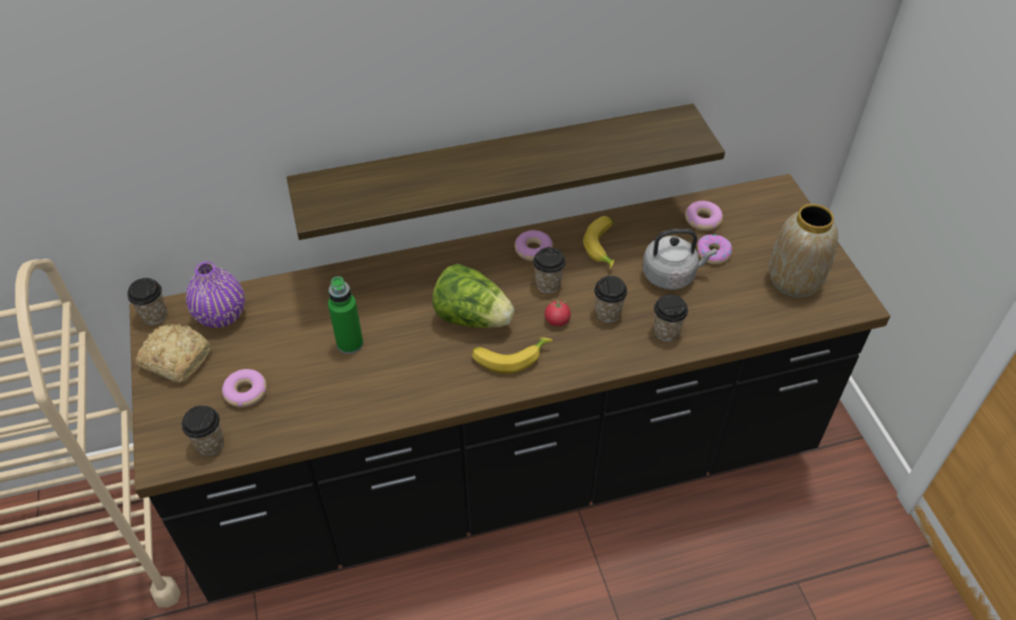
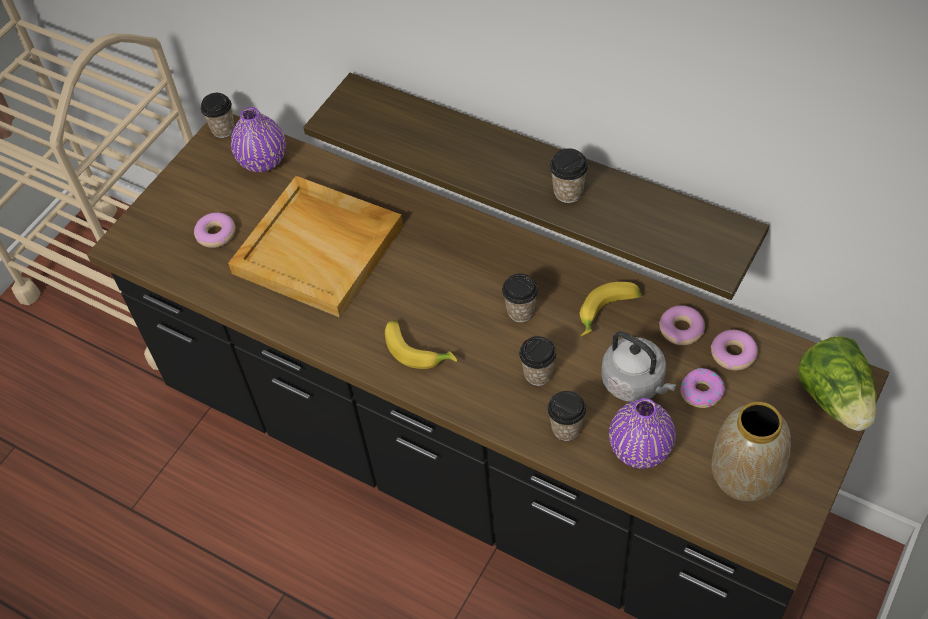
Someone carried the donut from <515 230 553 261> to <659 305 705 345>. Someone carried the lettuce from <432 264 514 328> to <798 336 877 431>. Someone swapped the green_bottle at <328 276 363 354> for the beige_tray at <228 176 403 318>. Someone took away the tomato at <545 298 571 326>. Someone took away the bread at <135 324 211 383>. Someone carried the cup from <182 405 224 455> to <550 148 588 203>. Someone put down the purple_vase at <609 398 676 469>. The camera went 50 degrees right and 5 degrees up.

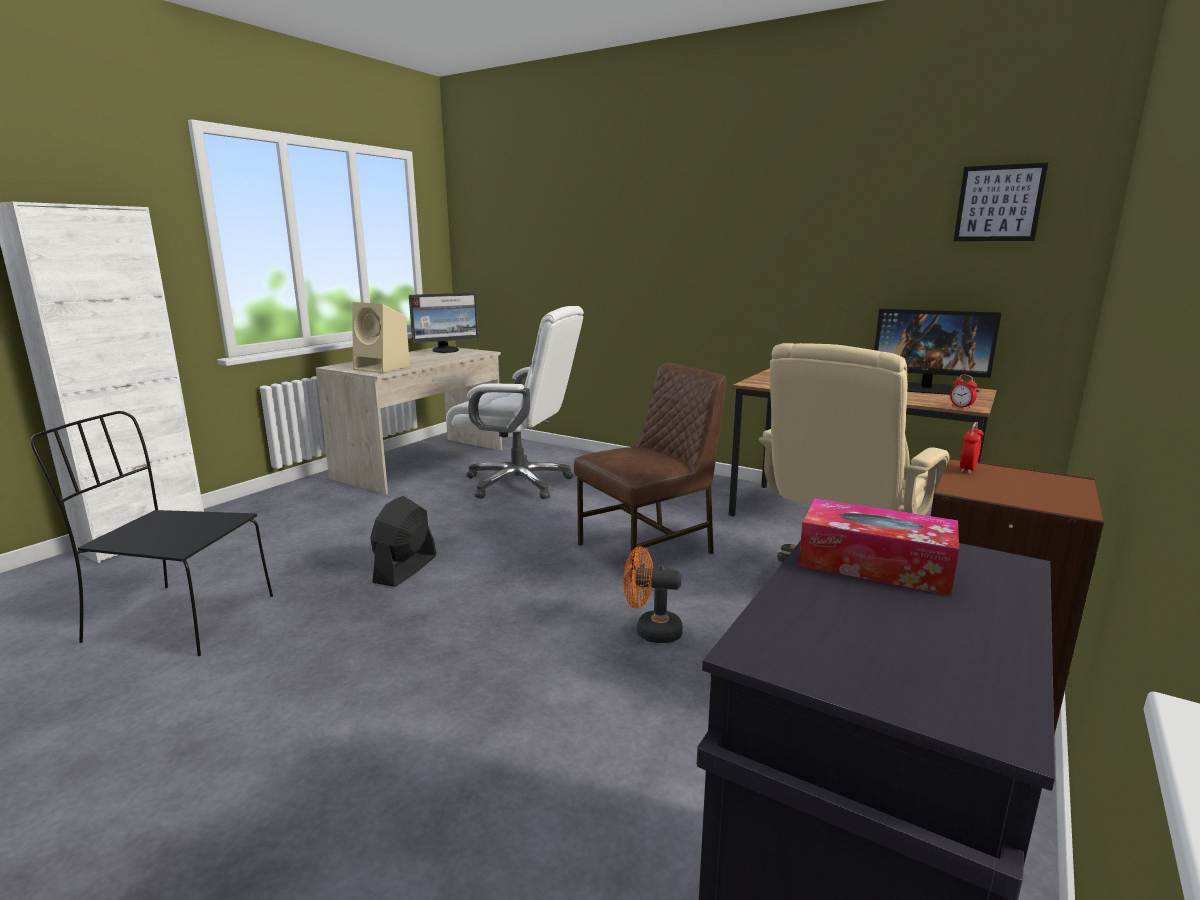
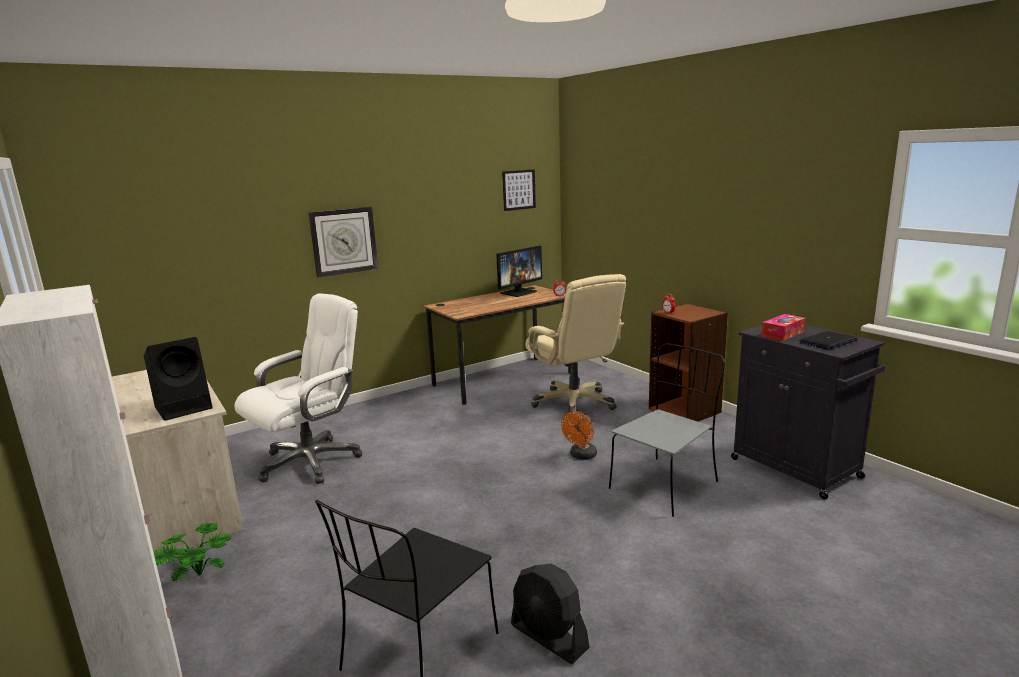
Someone took away the monitor at <409 293 478 353>. Someone repainted the beige_speaker at <352 302 410 373>, which became the black_speaker at <144 337 213 421>. Someone took away the brown_chair at <574 363 726 581>. Someone carried the black_fan from <370 496 437 587> to <511 564 590 664>. Someone put up the wall_clock at <308 207 378 277>. Someone put down the laptop at <799 331 858 350>. Someone put down the grey_chair at <609 343 725 517>. Someone put down the potted_plant at <154 523 232 582>. The camera went 65 degrees left and 0 degrees up.

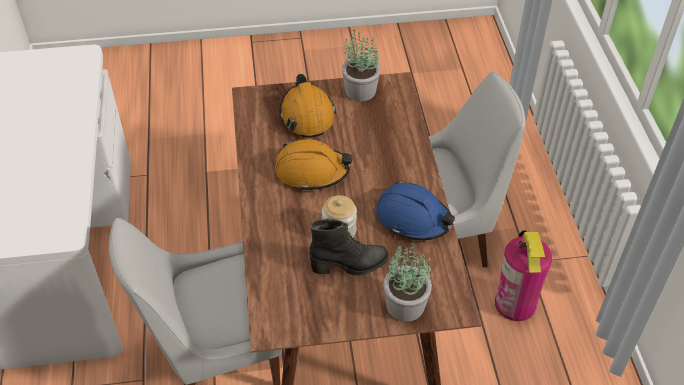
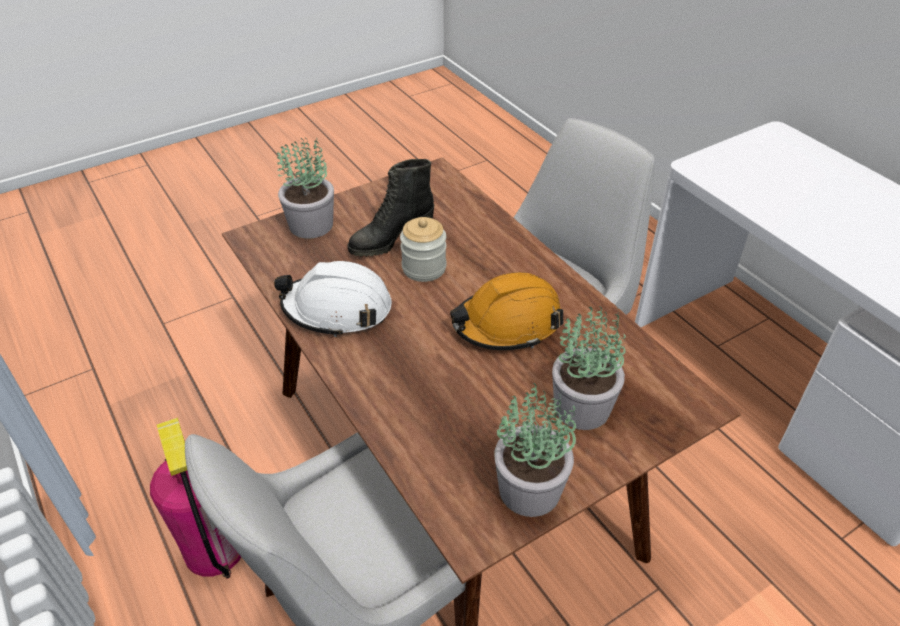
Someone swapped the orange_hard_hat at <280 74 336 138> for the potted_plant at <552 306 626 430>. Someone repainted the blue_hard_hat at <376 181 455 241>, which became the white_hard_hat at <274 261 392 337>. The camera went 155 degrees right and 5 degrees down.

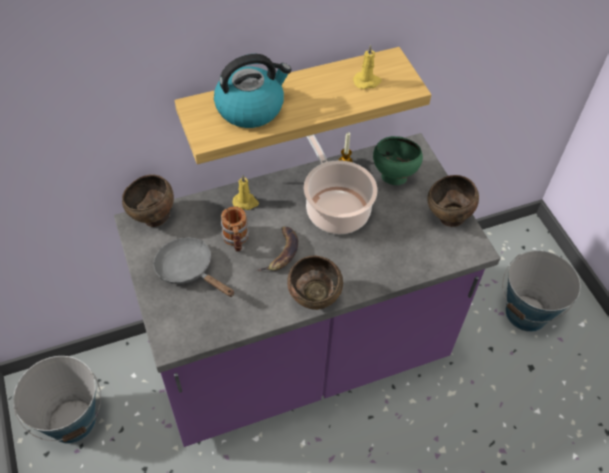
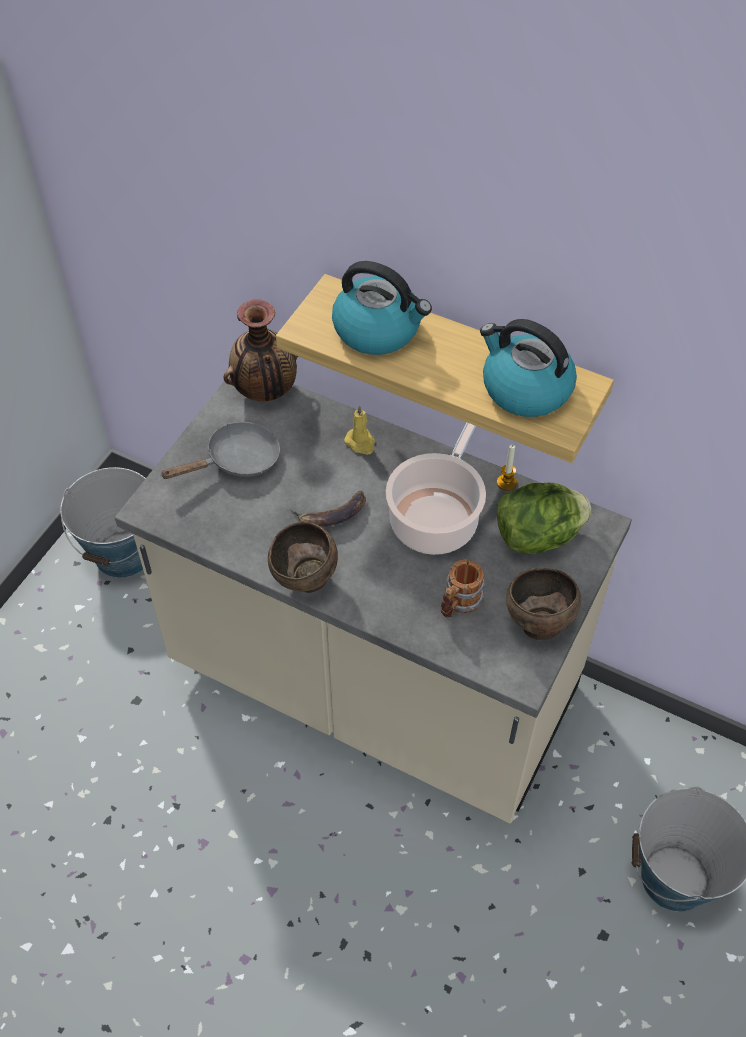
Someone swapped the yellow_candle at <353 45 382 89> for the kettle at <480 319 577 417>. Someone repainted the purple_counter at <114 133 500 447>, which became the beige_counter at <115 375 632 824>. Someone swapped the green_bowl at <373 136 423 185> for the lettuce at <497 483 592 554>. Someone swapped the brown_bowl at <122 174 174 227> for the vase at <224 300 298 401>. Someone carried the mug from <221 206 249 252> to <441 559 485 618>. Someone rotated the grey_frying_pan at <153 237 235 297> by 60 degrees clockwise. The camera went 50 degrees right and 0 degrees up.

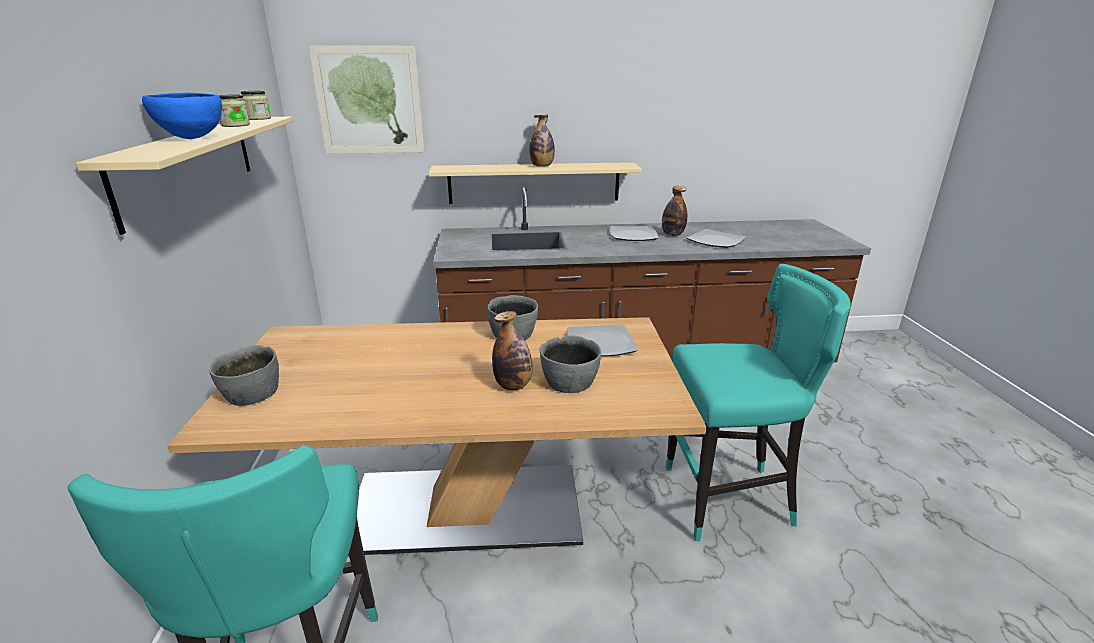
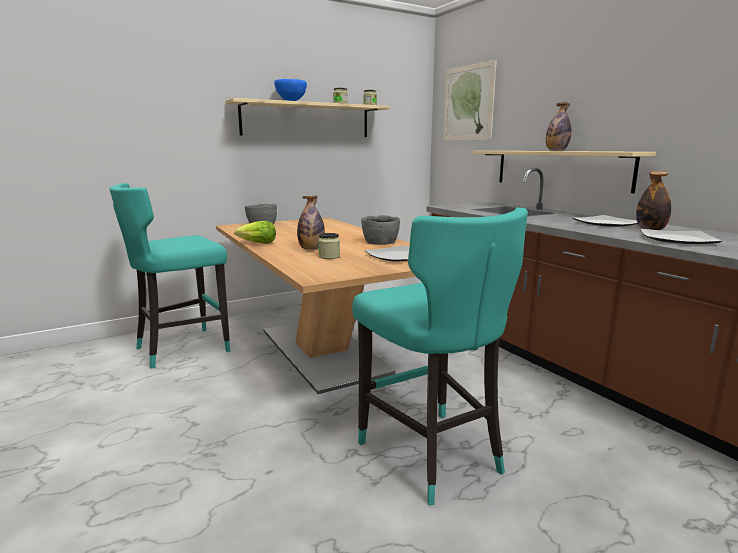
Someone swapped the grey_bowl at <539 335 602 393> for the jar at <318 233 340 259>. Someone put down the lettuce at <234 221 276 244>. The camera went 65 degrees right and 10 degrees down.

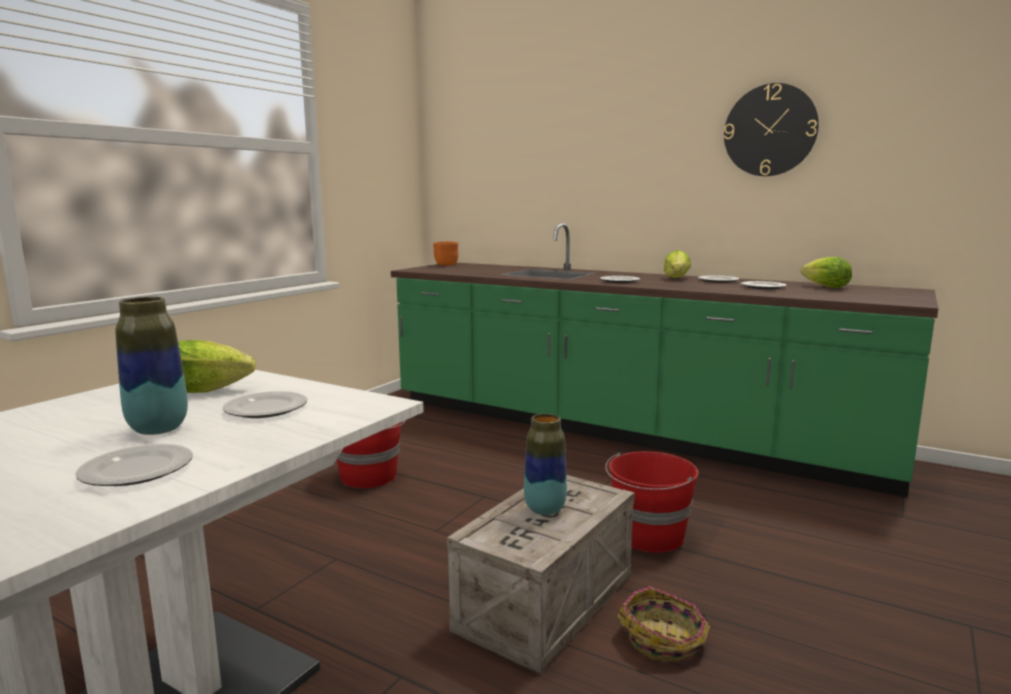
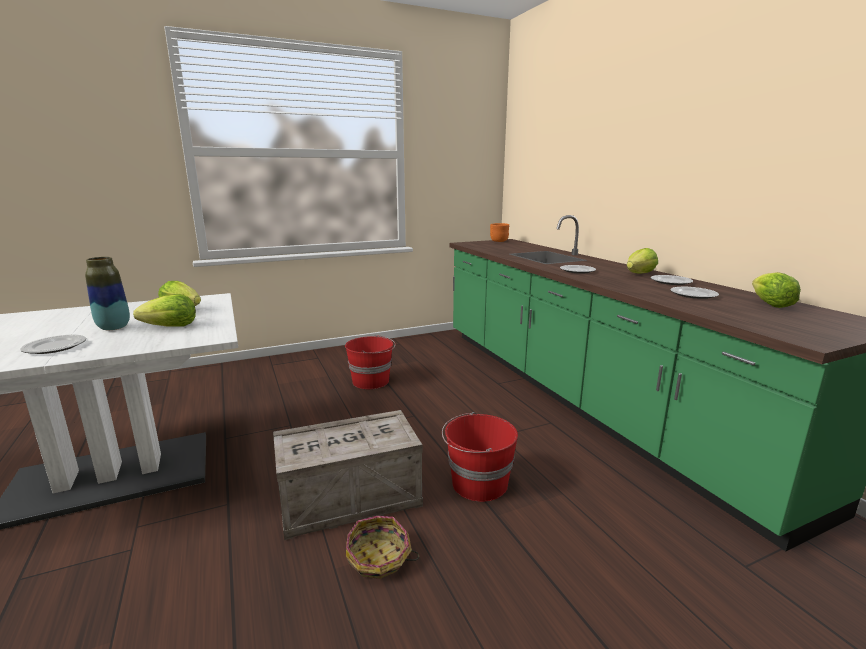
Someone took away the wall_clock at <724 83 819 176>. Someone swapped the plate at <222 391 307 418> for the lettuce at <133 294 196 327>. Someone took away the vase at <524 413 567 515>. The camera went 35 degrees right and 5 degrees up.

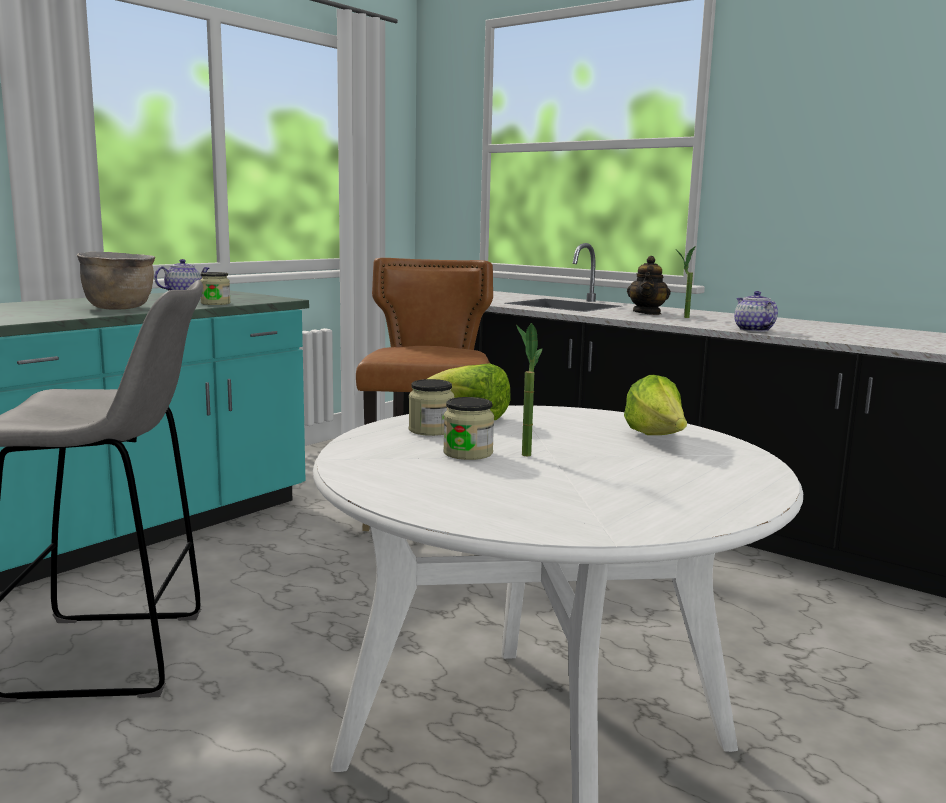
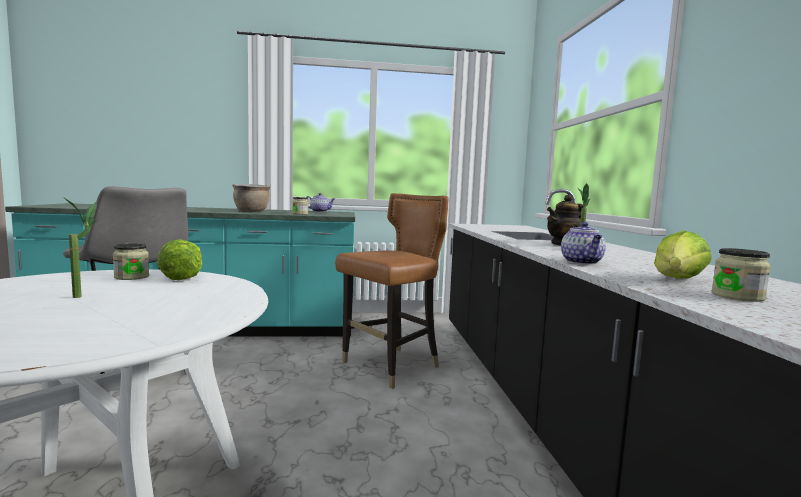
Someone rotated the teapot at <734 291 778 332> by 150 degrees clockwise. Someone carried the lettuce from <624 375 687 435> to <654 231 712 279>. Someone carried the jar from <443 397 494 460> to <712 248 771 302>. The camera went 45 degrees right and 5 degrees down.

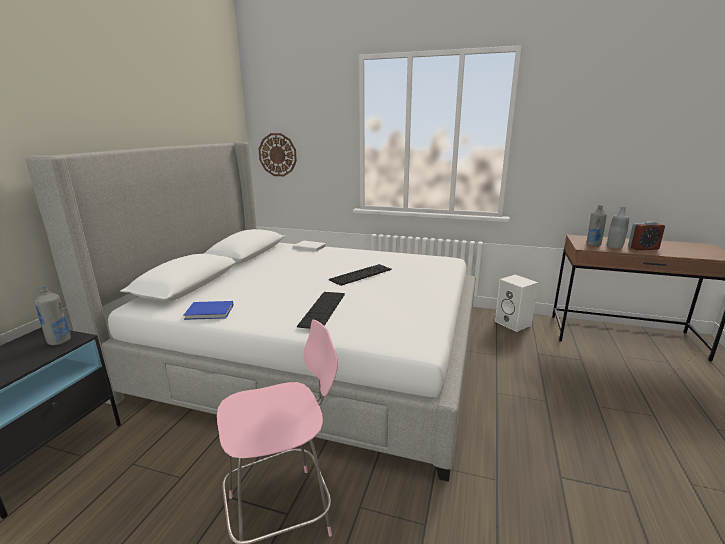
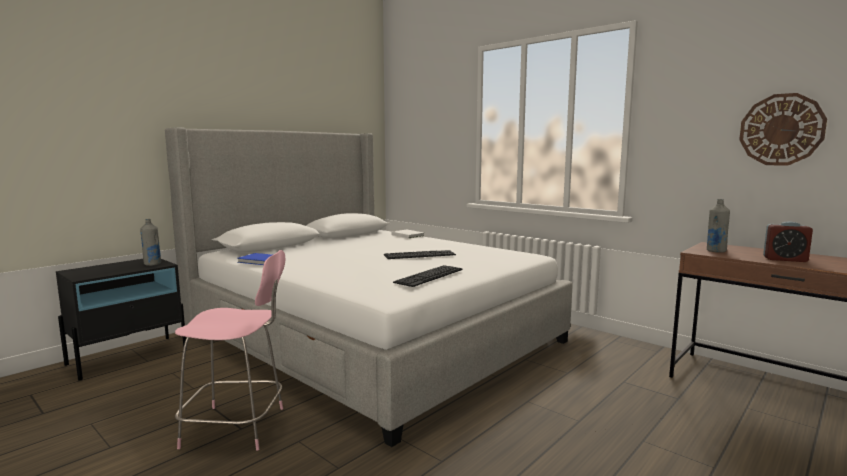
Someone carried the wall_clock from <259 133 297 176> to <739 93 827 166>. Someone took away the grey_bottle at <607 206 629 249>. Someone took away the white_speaker at <495 275 538 332>. Someone carried the keyboard from <297 292 345 329> to <393 265 463 287>. The camera went 25 degrees right and 10 degrees down.

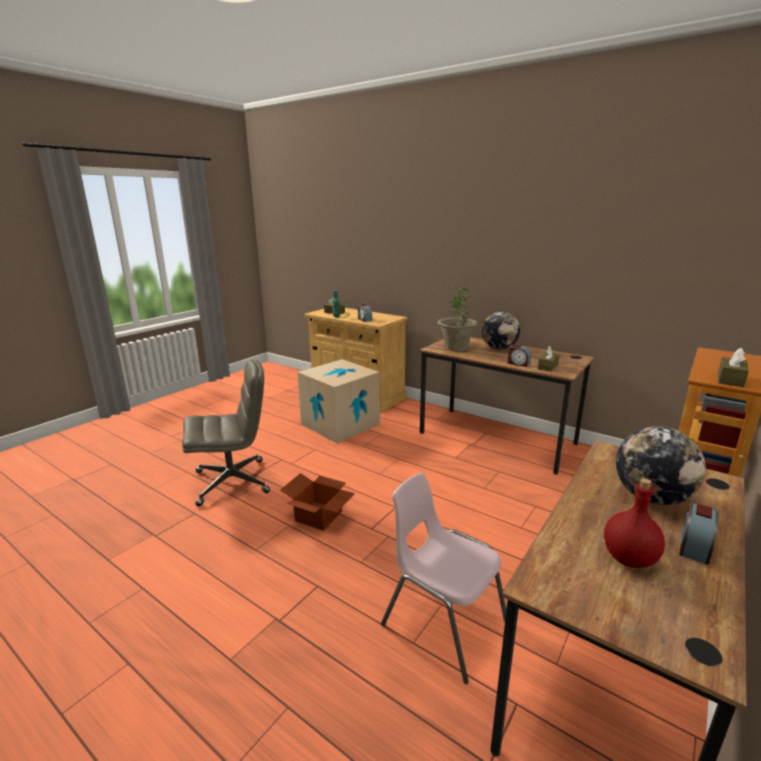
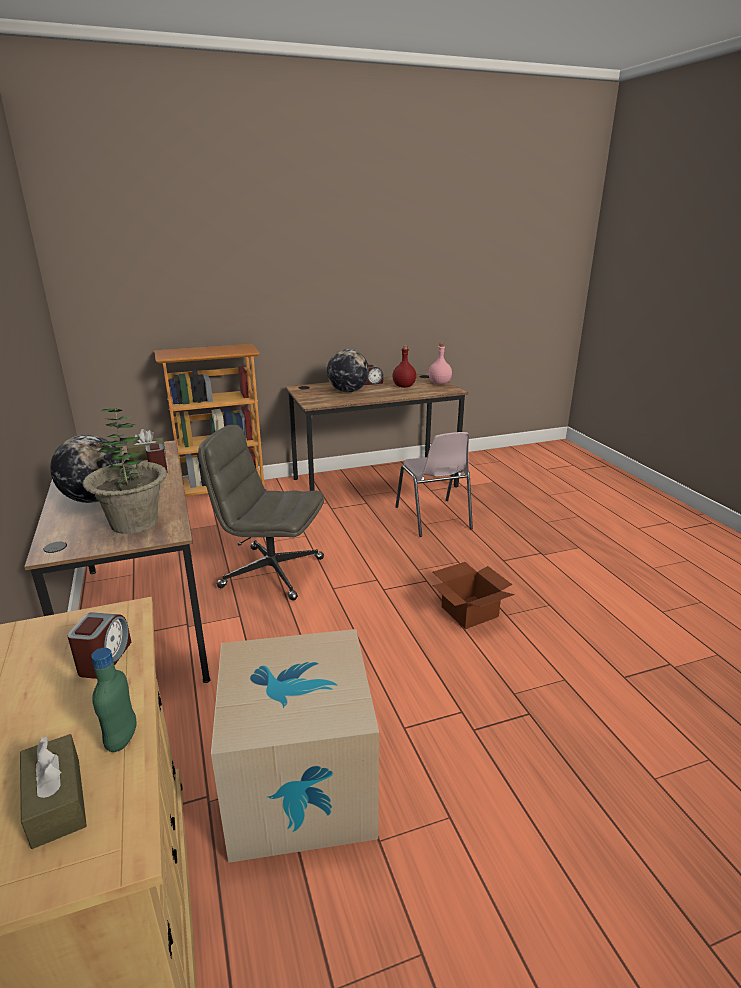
Someone took away the brown_tissue_box at <718 348 749 387>. Someone carried the grey_office_chair from <182 360 270 506> to <198 425 324 600>. Someone put down the pink_bottle at <428 343 452 385>. The camera went 145 degrees left and 5 degrees up.

